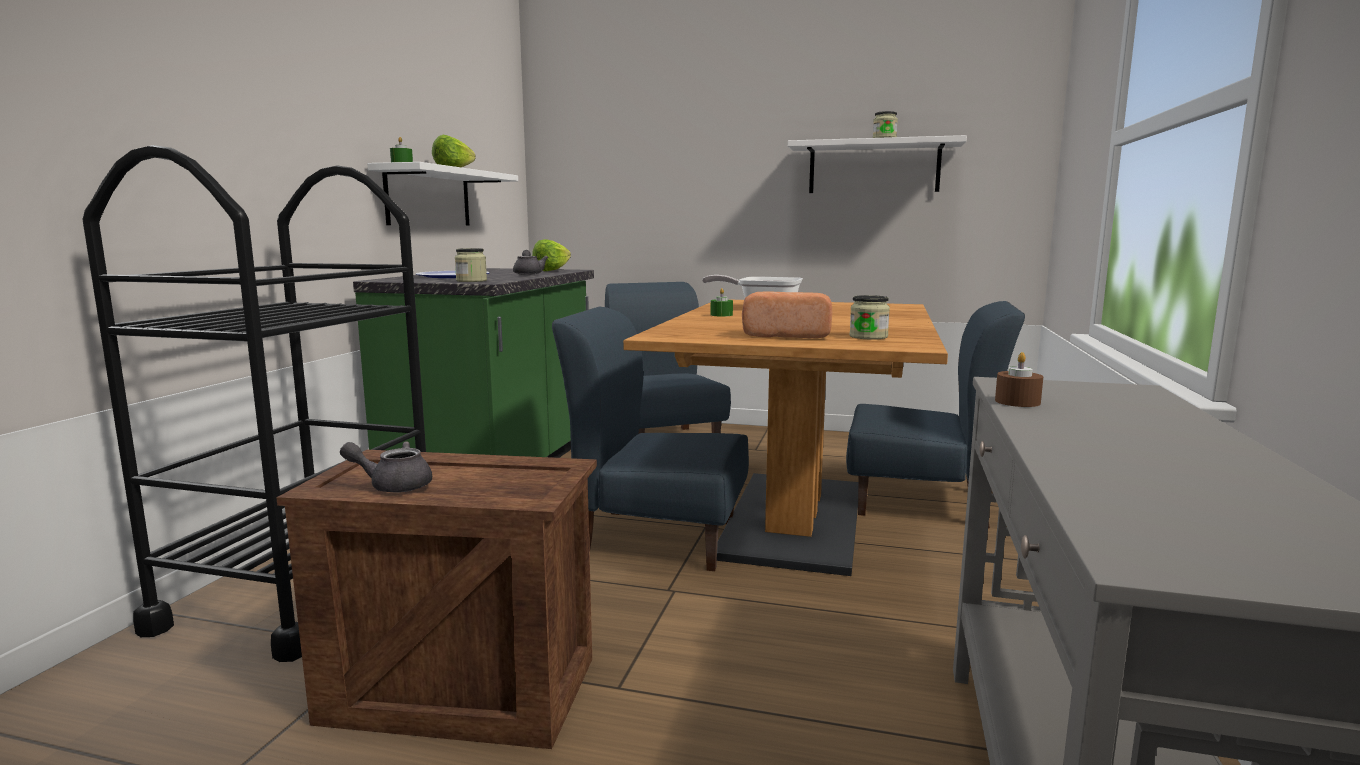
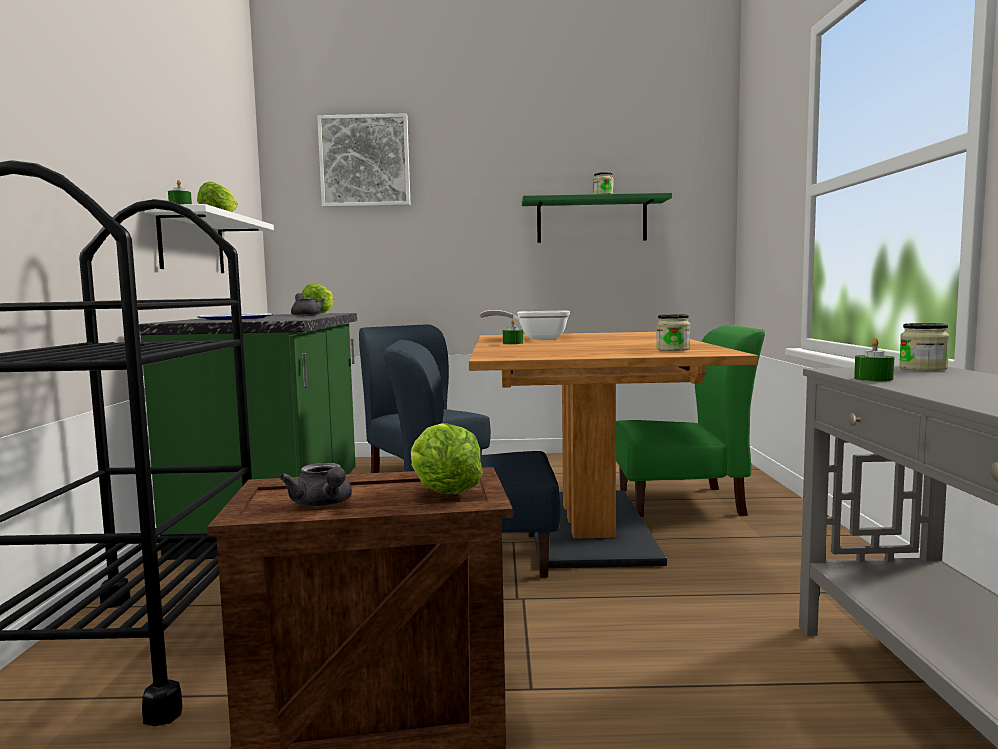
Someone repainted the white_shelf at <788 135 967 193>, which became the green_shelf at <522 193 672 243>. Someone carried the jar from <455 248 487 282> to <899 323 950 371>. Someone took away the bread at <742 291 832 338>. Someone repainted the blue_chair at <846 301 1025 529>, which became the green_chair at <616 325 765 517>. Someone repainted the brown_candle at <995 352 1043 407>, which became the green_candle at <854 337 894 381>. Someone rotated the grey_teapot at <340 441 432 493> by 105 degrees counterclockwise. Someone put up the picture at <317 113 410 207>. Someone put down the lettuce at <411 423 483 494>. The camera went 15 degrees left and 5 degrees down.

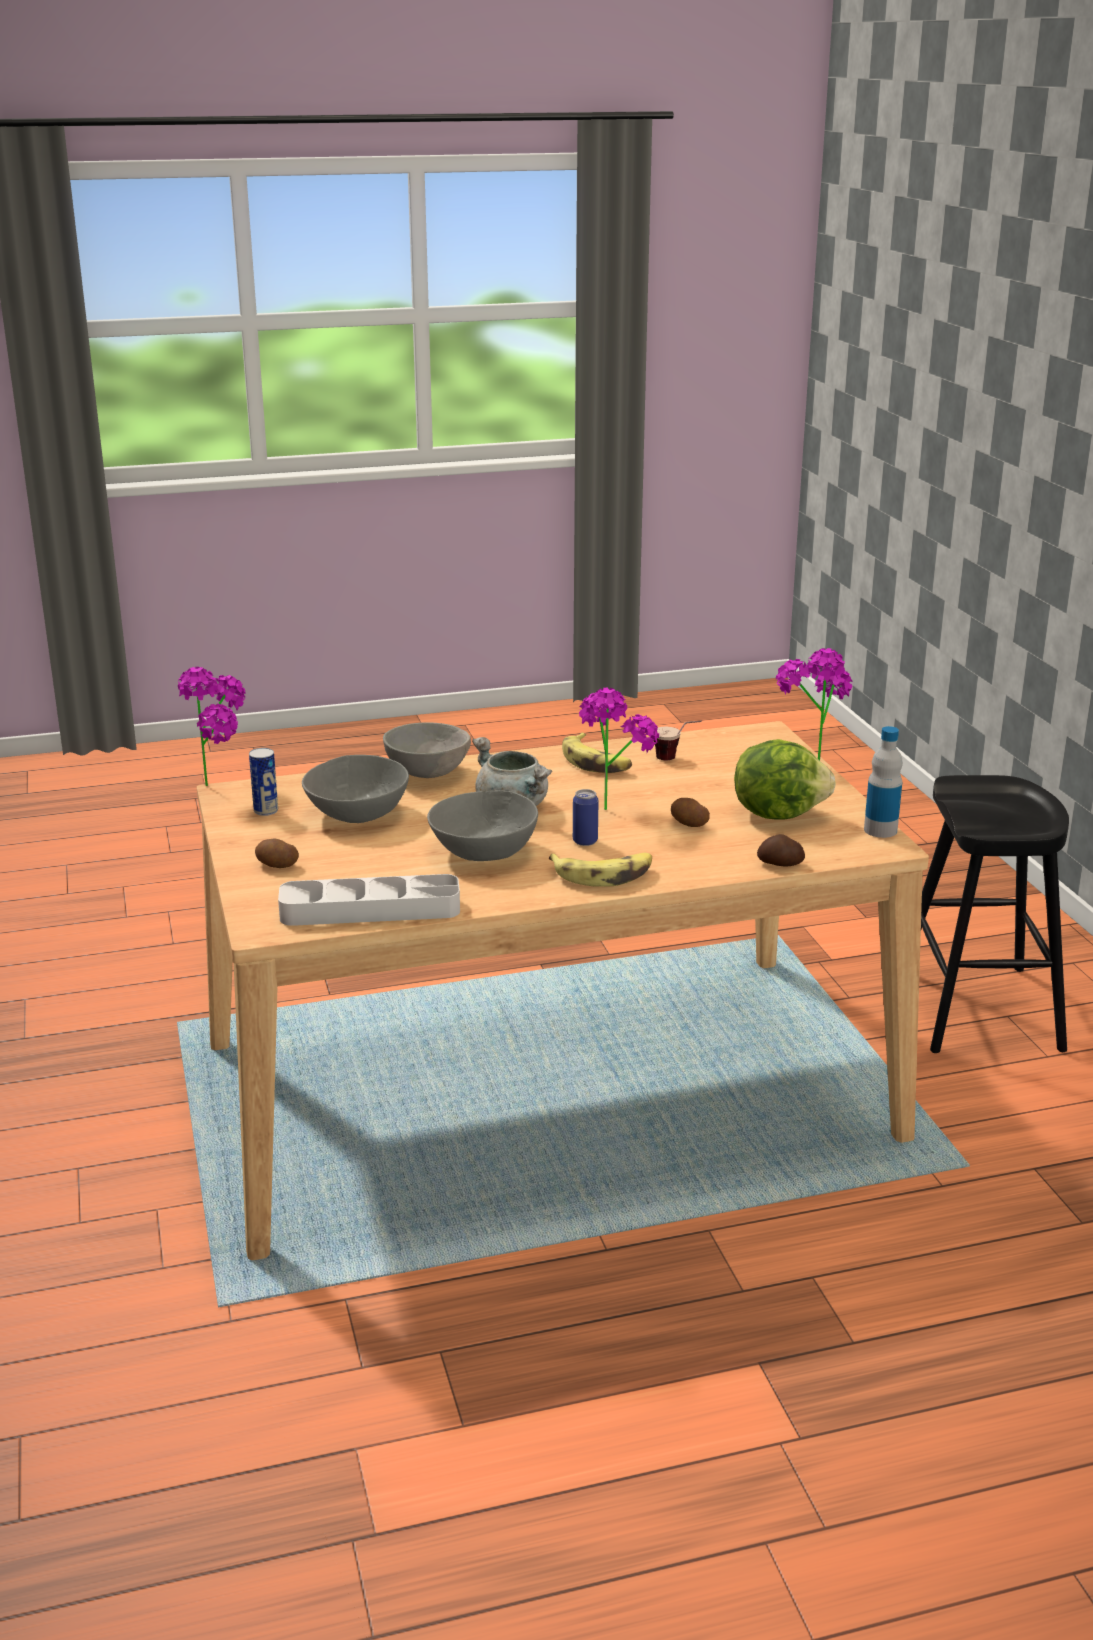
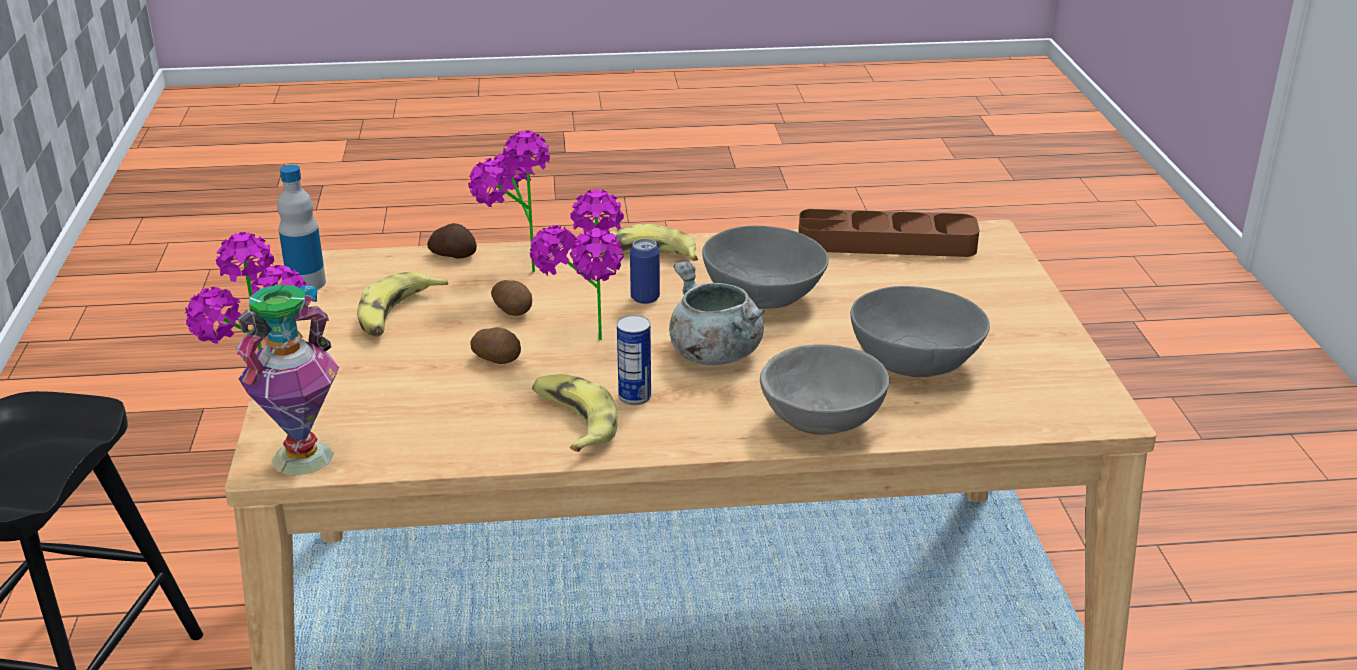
Someone carried the potted_plant from <178 667 246 786> to <468 130 550 272>. Someone took away the cup at <654 720 702 760>. Someone swapped the lettuce at <734 739 836 819> for the banana at <357 272 448 337>. Someone carried the can from <249 748 278 816> to <617 315 651 405>. Someone carried the potato from <255 839 299 868> to <471 327 521 364>. Someone repainted the grey_tray at <278 874 460 926>, which became the brown_tray at <799 209 979 257>. Someone put down the vase at <236 285 339 476>. The camera went 170 degrees left and 5 degrees up.

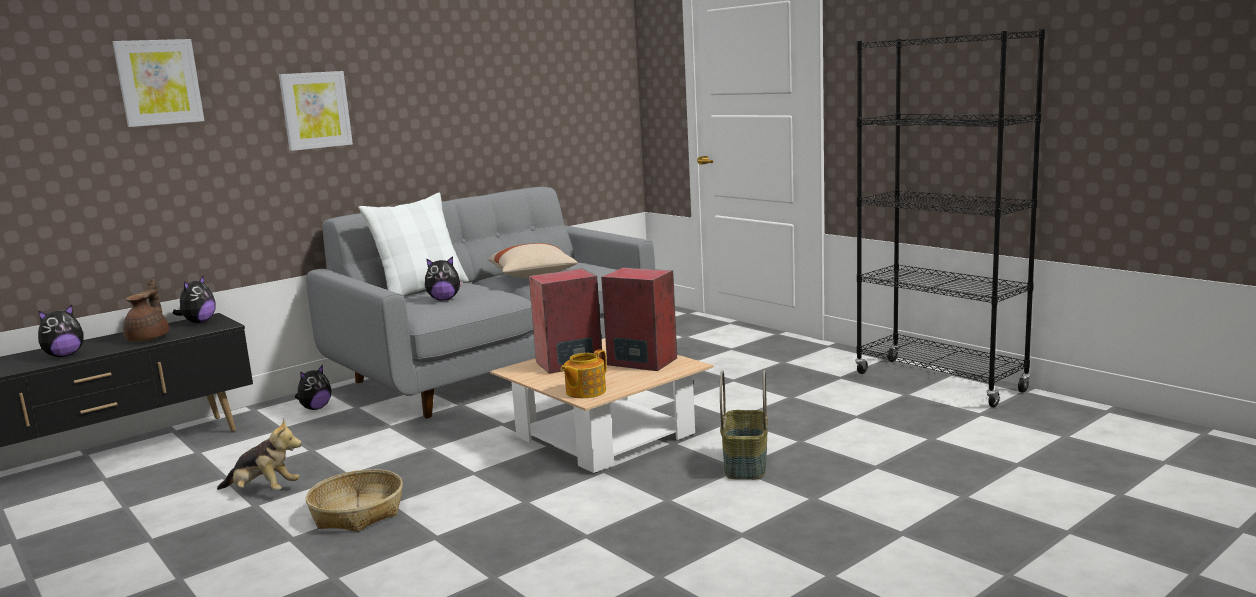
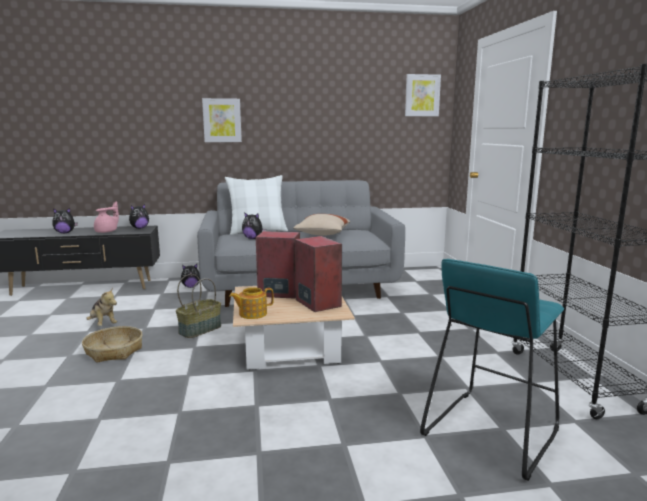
Someone carried the picture from <112 39 204 127> to <405 74 441 116>. Someone repainted the brown_teapot at <123 279 169 342>, which became the pink_teapot at <94 202 119 233>. Someone carried the basket from <720 370 768 480> to <176 274 221 338>. Someone put down the turquoise_stool at <420 259 564 481>. The camera went 30 degrees right and 0 degrees up.

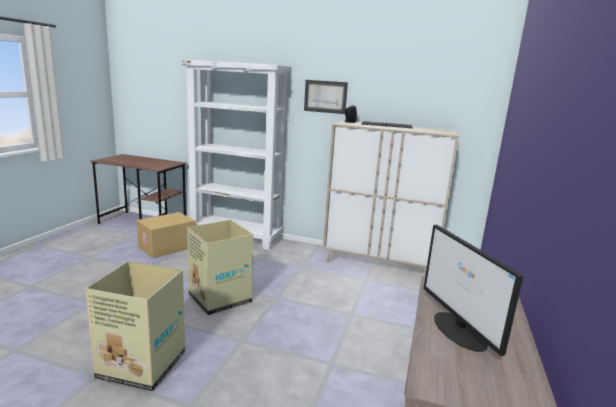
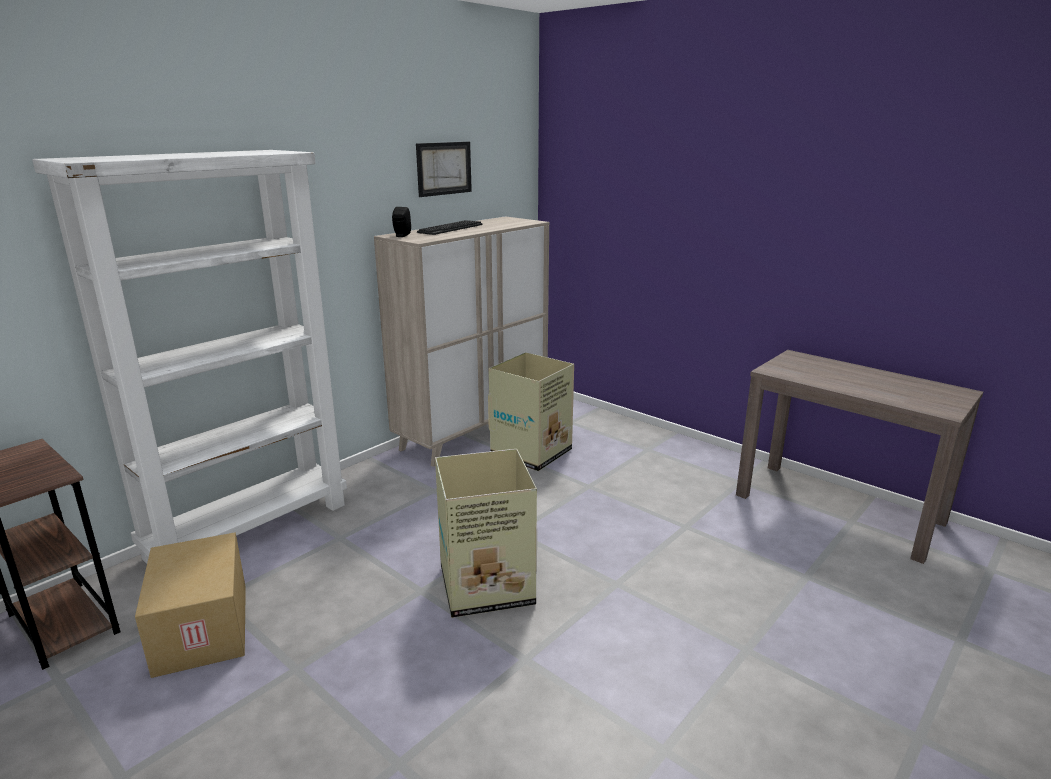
Someone carried the picture from <304 80 348 114> to <416 142 472 197>. Someone took away the monitor at <423 225 524 356>. Someone carried the cardboard_box from <85 261 185 391> to <488 352 574 471>. The camera went 65 degrees left and 5 degrees up.

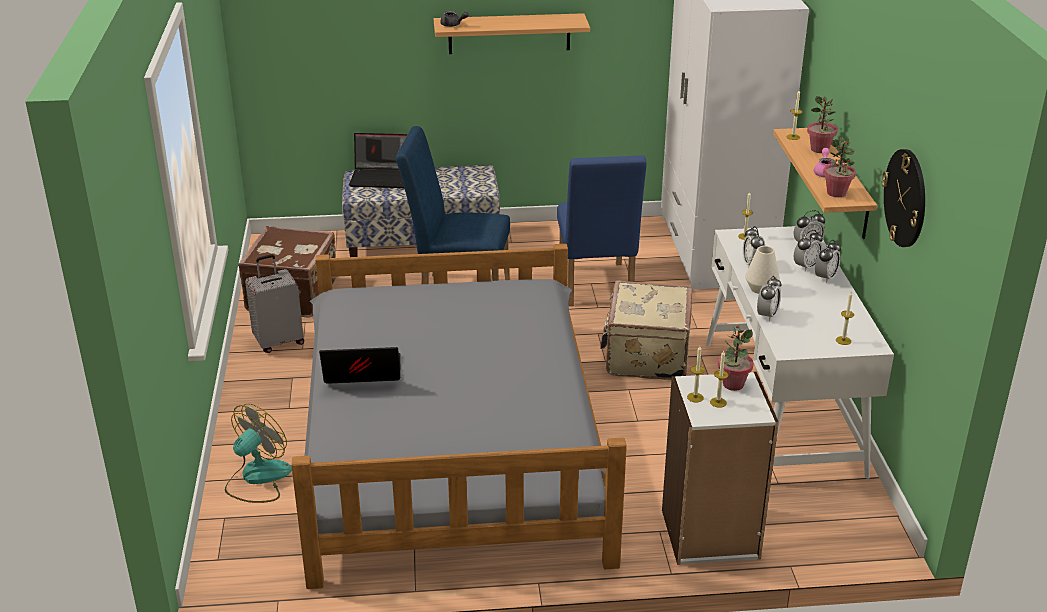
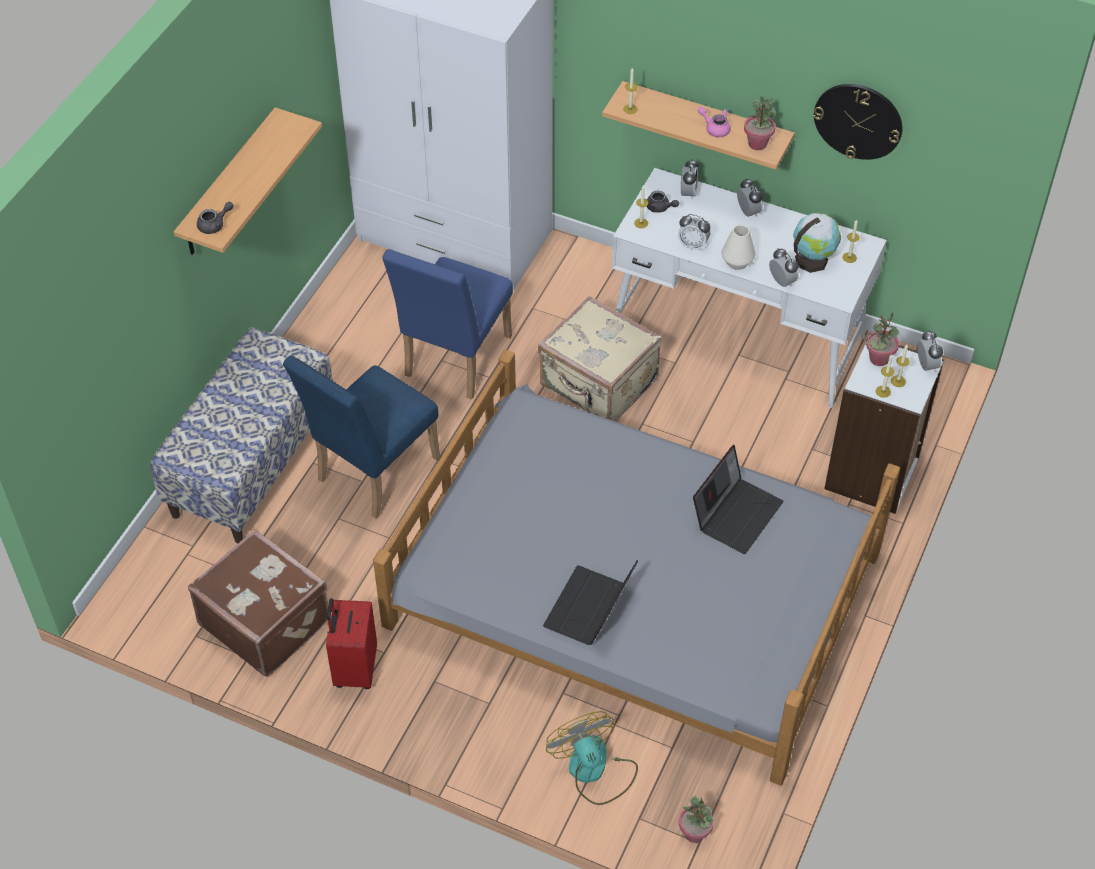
Someone carried the potted_plant from <807 96 838 153> to <679 796 714 843>. Someone carried the laptop from <349 133 408 188> to <693 445 784 554>. Someone rotated the blue_chair at <557 155 647 306> by 90 degrees clockwise. Someone carried the alarm_clock from <794 230 823 272> to <917 330 943 372>. Someone repainted the grey_suitcase at <245 254 304 353>, which became the red_suitcase at <326 598 377 689>. Someone put down the grey_teapot at <647 191 679 213>. Someone put down the globe at <793 213 841 273>. The camera went 60 degrees left and 20 degrees up.

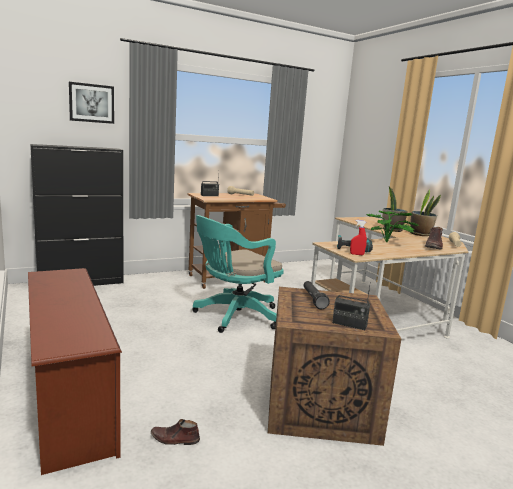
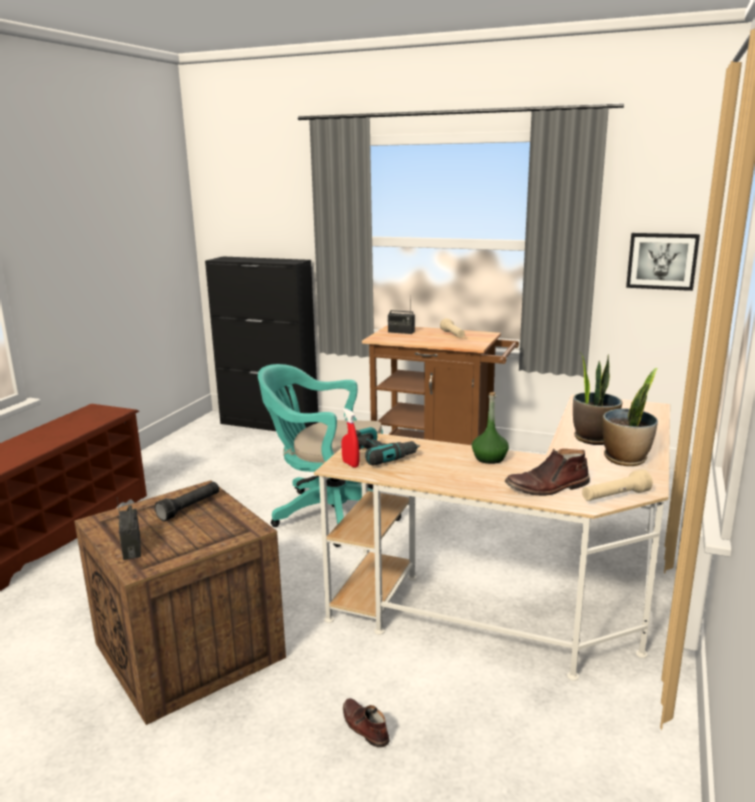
Someone carried the picture from <69 82 114 124> to <626 233 700 291>. Someone swapped the potted_plant at <367 210 418 242> for the green_bottle at <472 392 509 464>. Someone carried the brown_shoe from <151 419 200 445> to <343 698 389 748>. The camera went 50 degrees right and 5 degrees up.

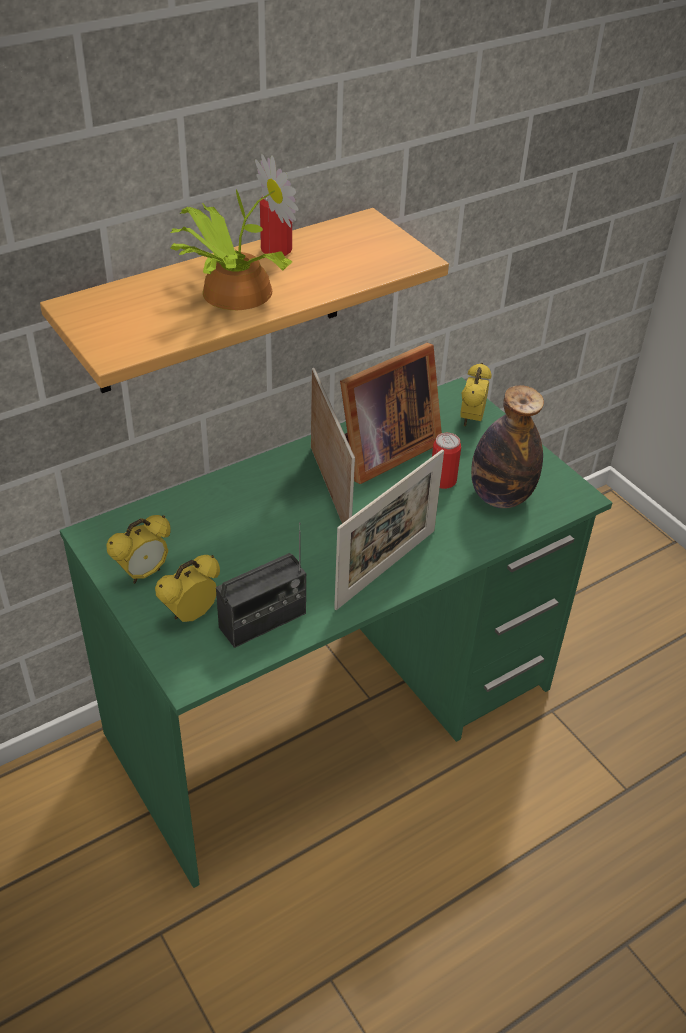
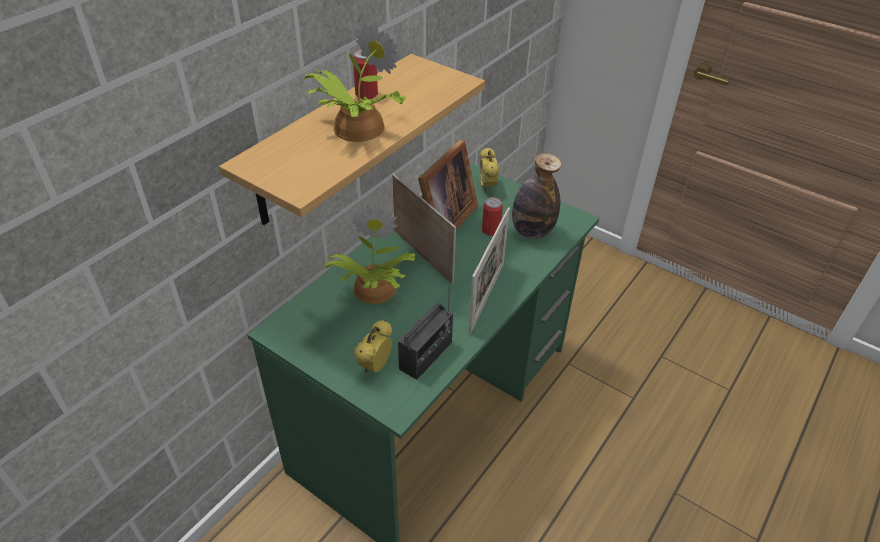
Someone took away the alarm_clock at <106 515 171 584>. Someone put down the potted_plant at <323 207 415 304>. The camera went 20 degrees left and 0 degrees up.

